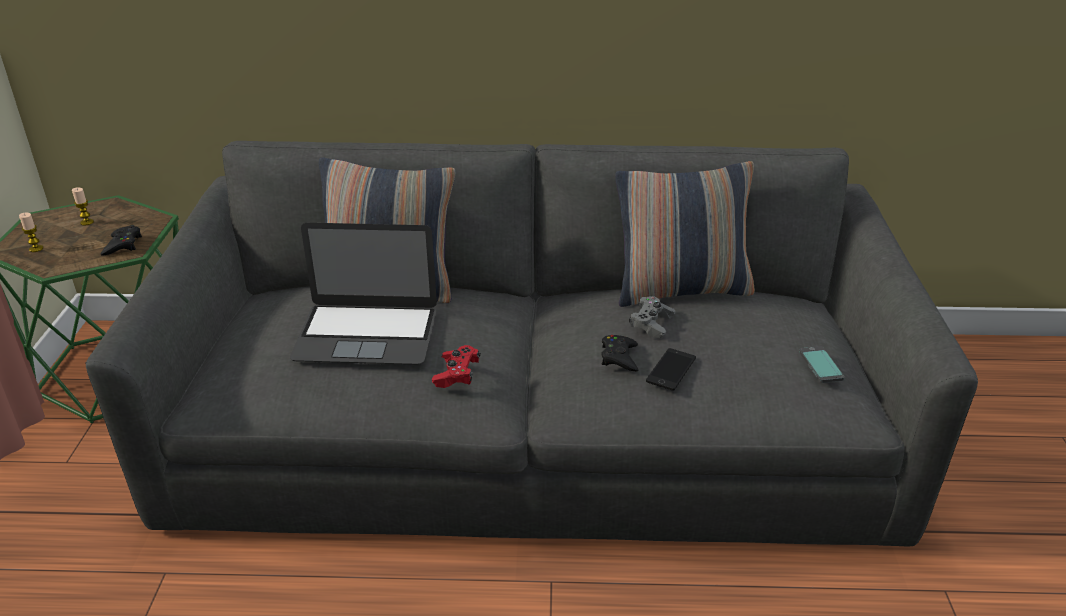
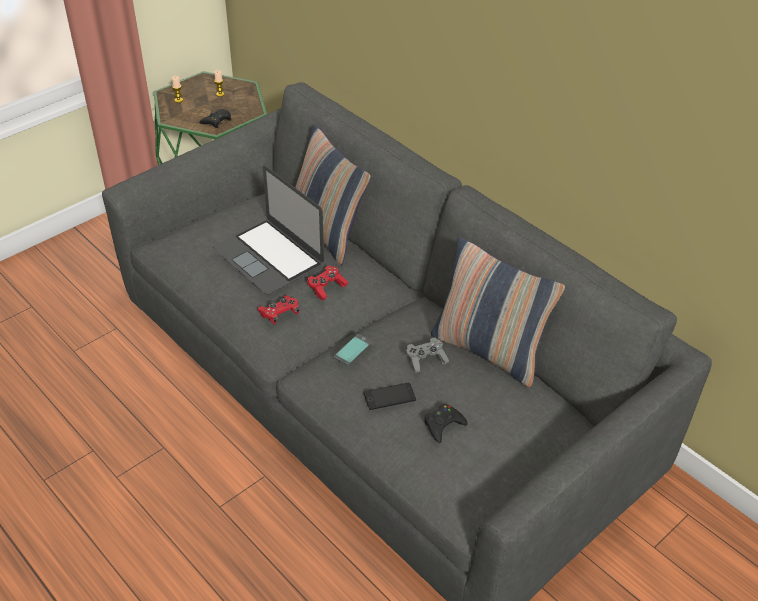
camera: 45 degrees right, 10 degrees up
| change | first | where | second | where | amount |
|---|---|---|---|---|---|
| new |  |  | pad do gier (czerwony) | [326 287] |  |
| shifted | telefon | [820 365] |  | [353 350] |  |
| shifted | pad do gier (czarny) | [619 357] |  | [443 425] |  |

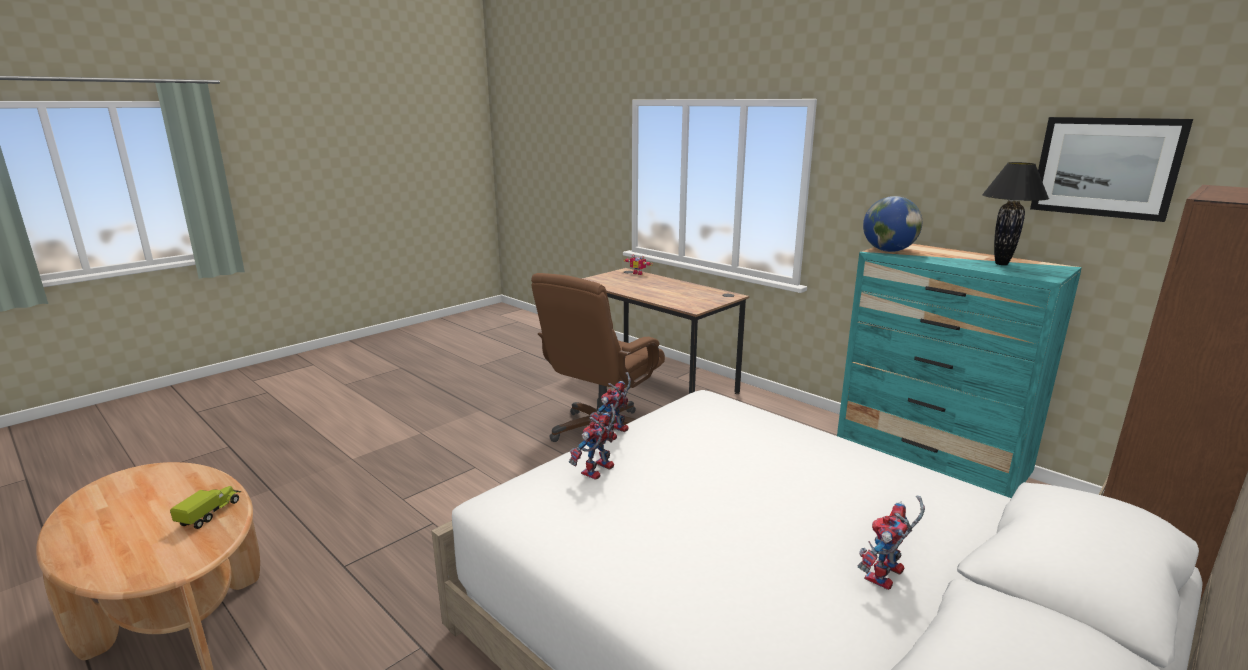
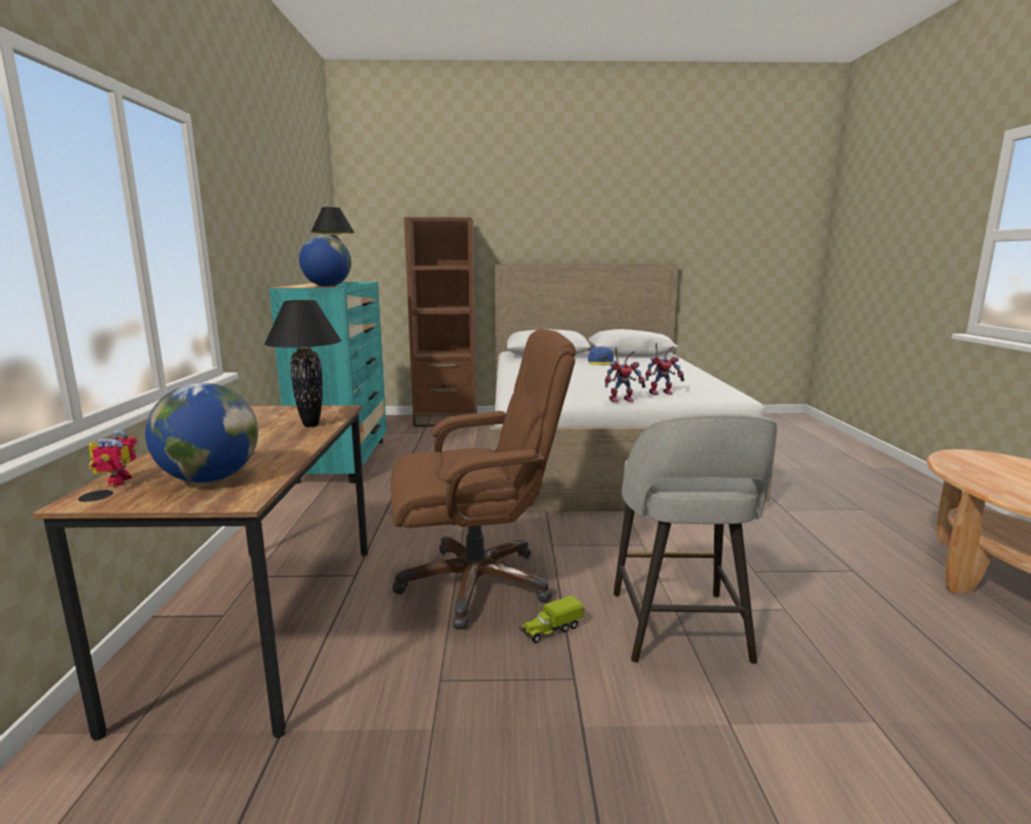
camera: 135 degrees left, 5 degrees down
| change | first | where | second | where | amount |
|---|---|---|---|---|---|
| new |  |  | globus | [210 479] |  |
| new |  |  | lampa stołowa (czarny) | [310 425] |  |
| shifted | ciężarówka zabawkowa | [211 514] |  | [551 630] |  |
| swapped | robot zabawkowy | [886 578] | czapka z daszkiem (niebieski) | [601 362] |  |
| new |  |  | stołek (szary) | [679 629] |  |
| gone | obraz | [1105 167] |  |  |  |

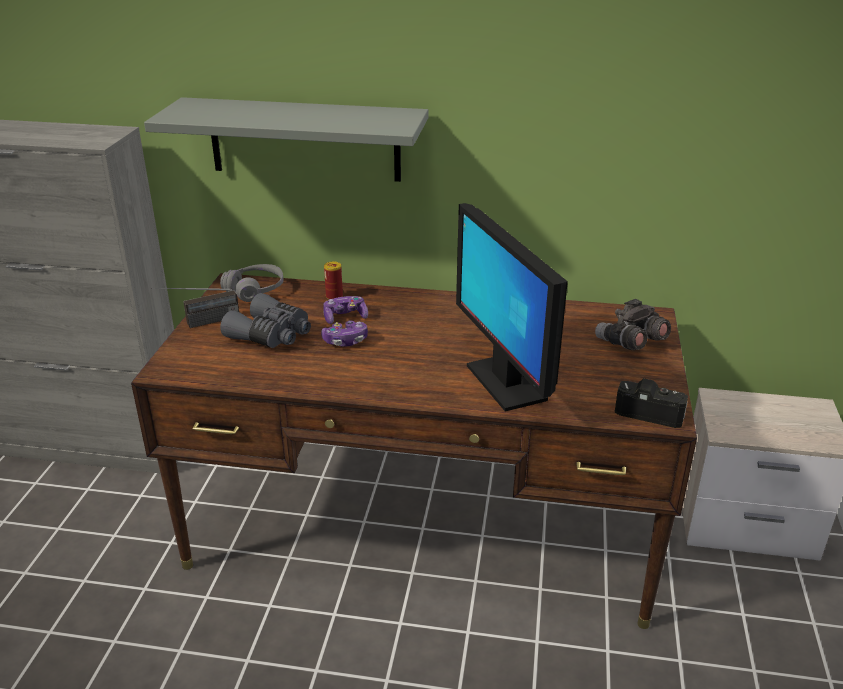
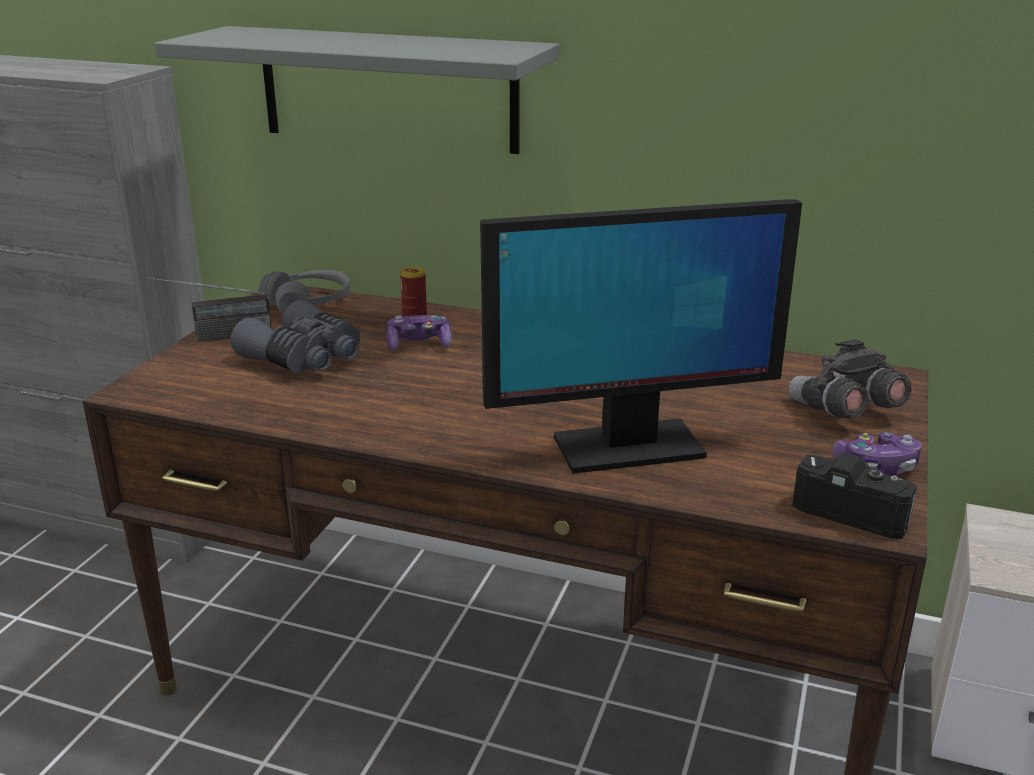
camera: 10 degrees right, 5 degrees down
| change | first | where | second | where | amount |
|---|---|---|---|---|---|
| rotated | monitor | [505 382] |  | [627 447] | 90 degrees counterclockwise |
| shifted | pad do gier | [345 341] |  | [876 467] |  |

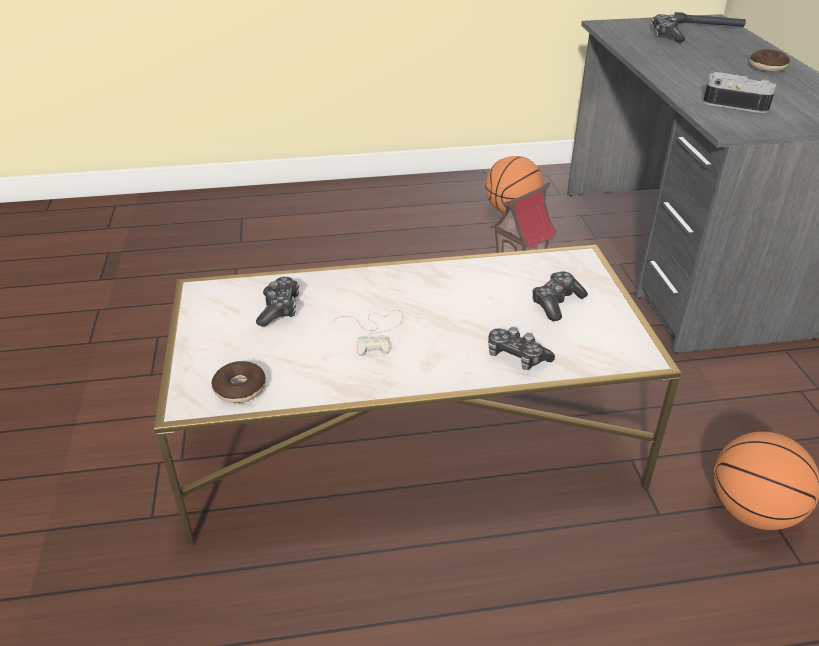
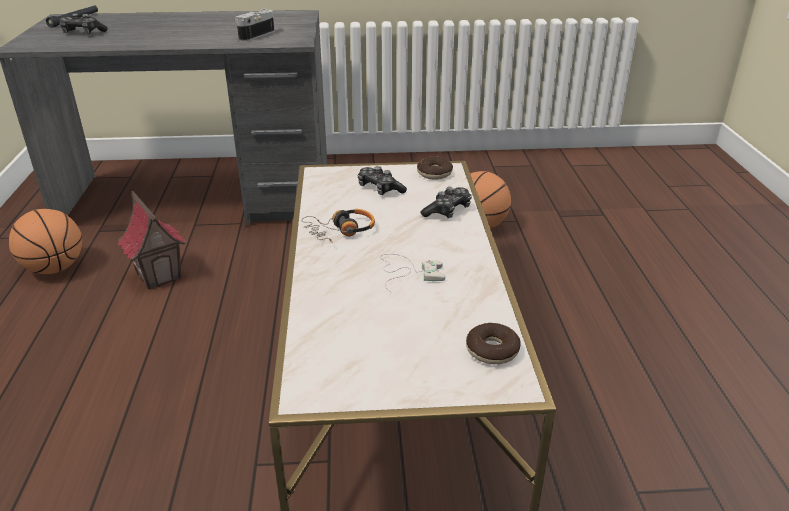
camera: 85 degrees left, 5 degrees down
| change | first | where | second | where | amount |
|---|---|---|---|---|---|
| new |  |  | słuchawki | [340 231] |  |
| shifted | donut | [767 67] |  | [434 173] |  |
| gone | pad do gier | [279 309] |  |  |  |

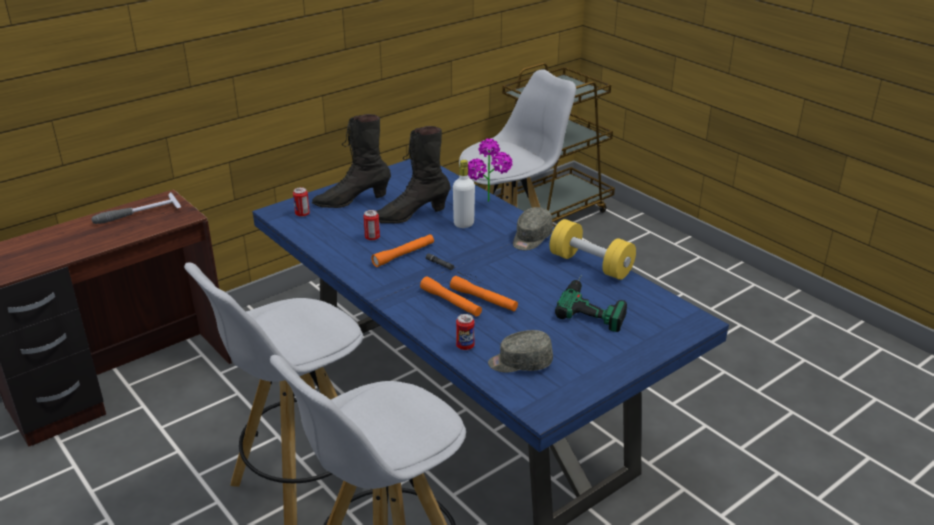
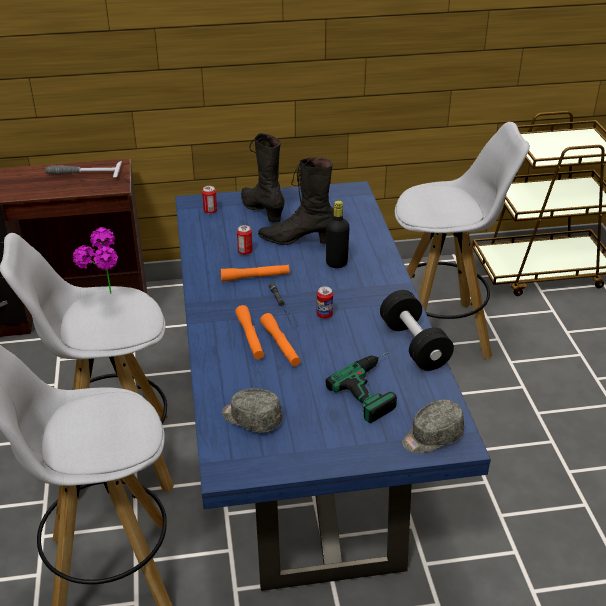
camera: 30 degrees right, 5 degrees up
| change | first | where | second | where | amount |
|---|---|---|---|---|---|
| shifted | roślina doniczkowa | [489 205] |  | [105 298] |  |
| rotated | but z cholewką (czarny) | [352 201] |  | [262 210] | 45 degrees clockwise |
| shifted | puszka | [465 346] |  | [324 315] |  |
| repainted | butelka (biały) | [463 224] | butelka (czarny) | [336 263] |  |
| repainted | hantel (żółty) | [591 265] | hantel (czarny) | [414 345] |  |
| shifted | czapka z daszkiem (szary) | [531 238] |  | [431 437] |  |

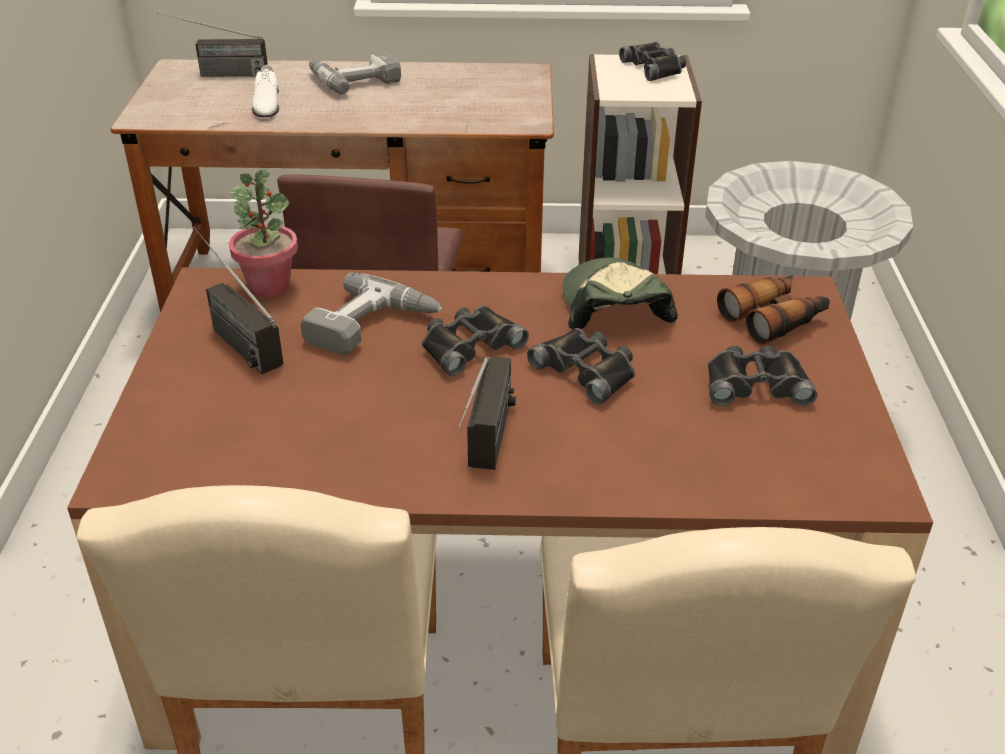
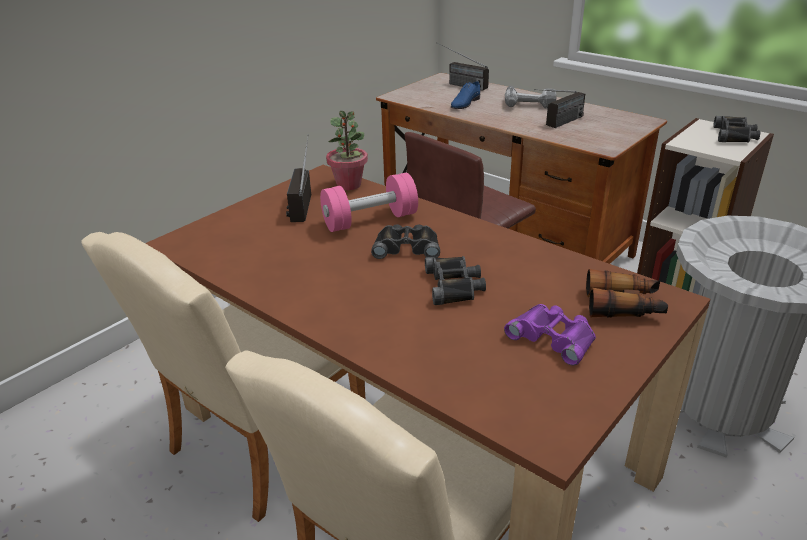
camera: 40 degrees right, 5 degrees down
| change | first | where | second | where | amount |
|---|---|---|---|---|---|
| swapped | wiertarka | [372 327] | hantel (różowy) | [370 220] |  |
| repainted | but (biały) | [266 103] | but (niebieski) | [465 103] |  |
| repainted | lornetka (czarny) | [755 384] | lornetka (fioletowy) | [553 337] |  |
| shifted | radio | [488 452] |  | [558 124] |  |
| gone | czapka z daszkiem | [613 306] |  |  |  |

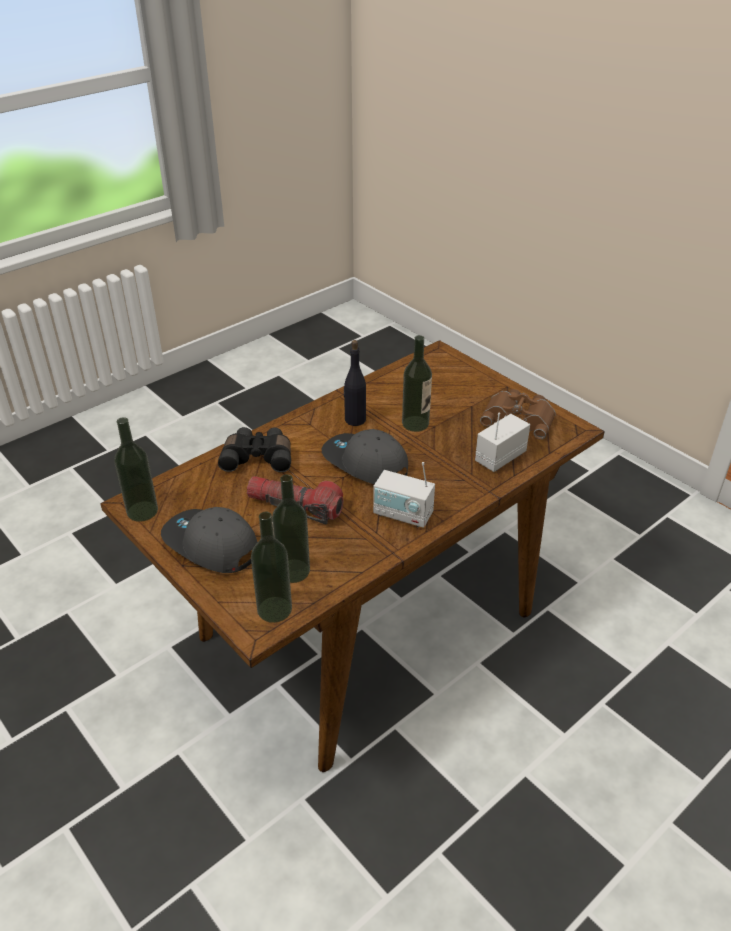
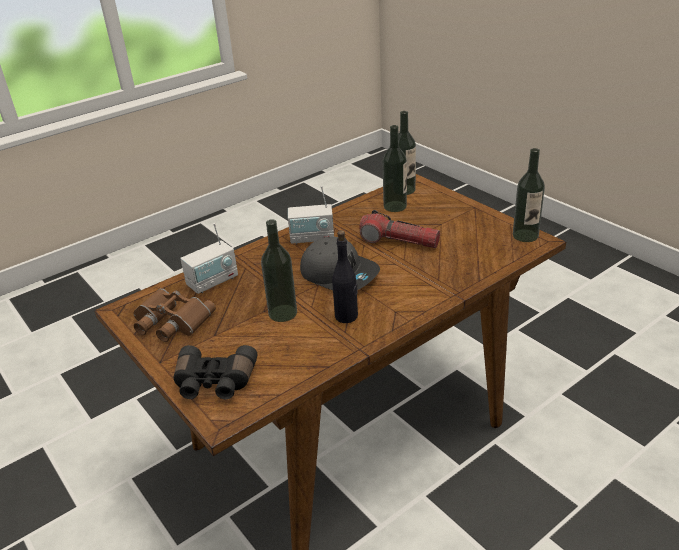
camera: 175 degrees left, 5 degrees down
| change | first | where | second | where | amount |
|---|---|---|---|---|---|
| shifted | lornetka (czarny) | [258 457] |  | [214 383] |  |
| rotated | radio | [403 514] |  | [312 238] | 150 degrees clockwise |
| gone | czapka z daszkiem (szary) | [210 545] |  |  |  |

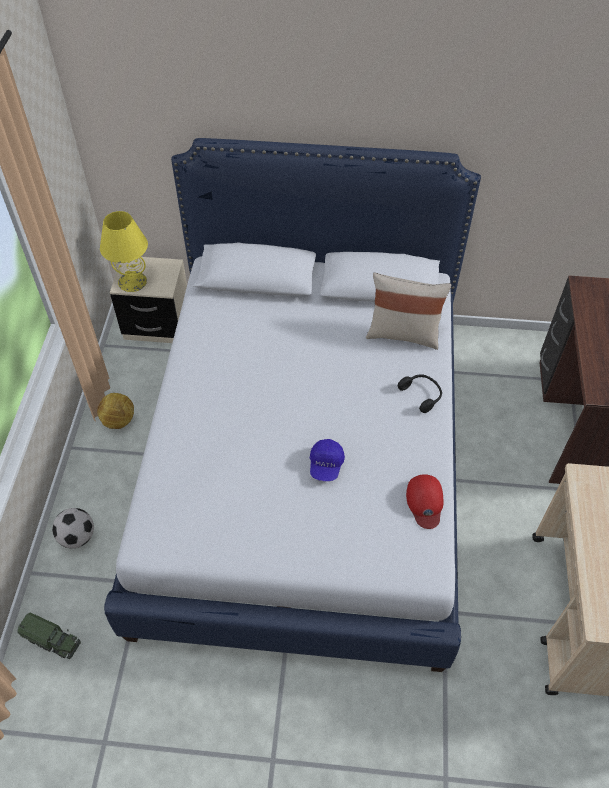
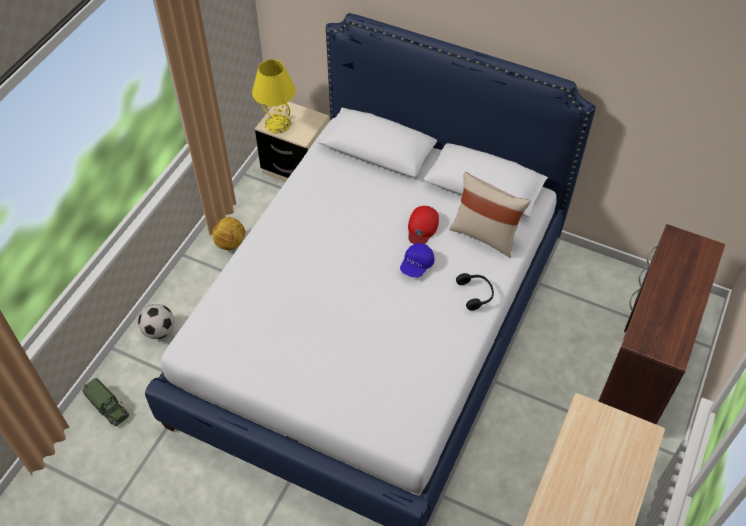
camera: 20 degrees right, 0 degrees up
| change | first | where | second | where | amount |
|---|---|---|---|---|---|
| shifted | czapka z daszkiem (niebieski) | [326 465] |  | [416 265] |  |
| shifted | czapka z daszkiem (czerwony) | [425 502] |  | [422 227] |  |

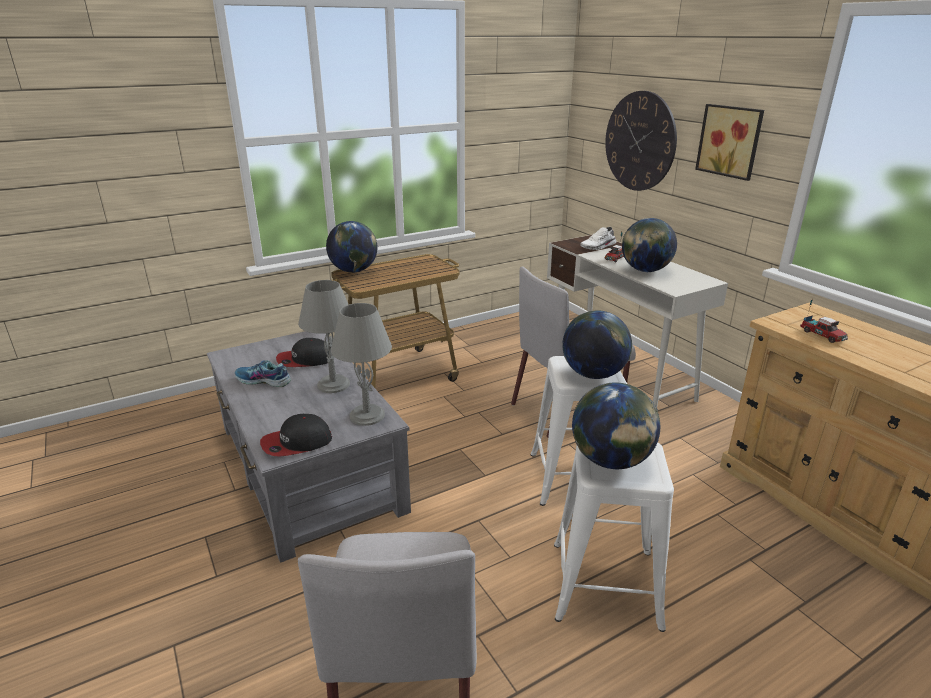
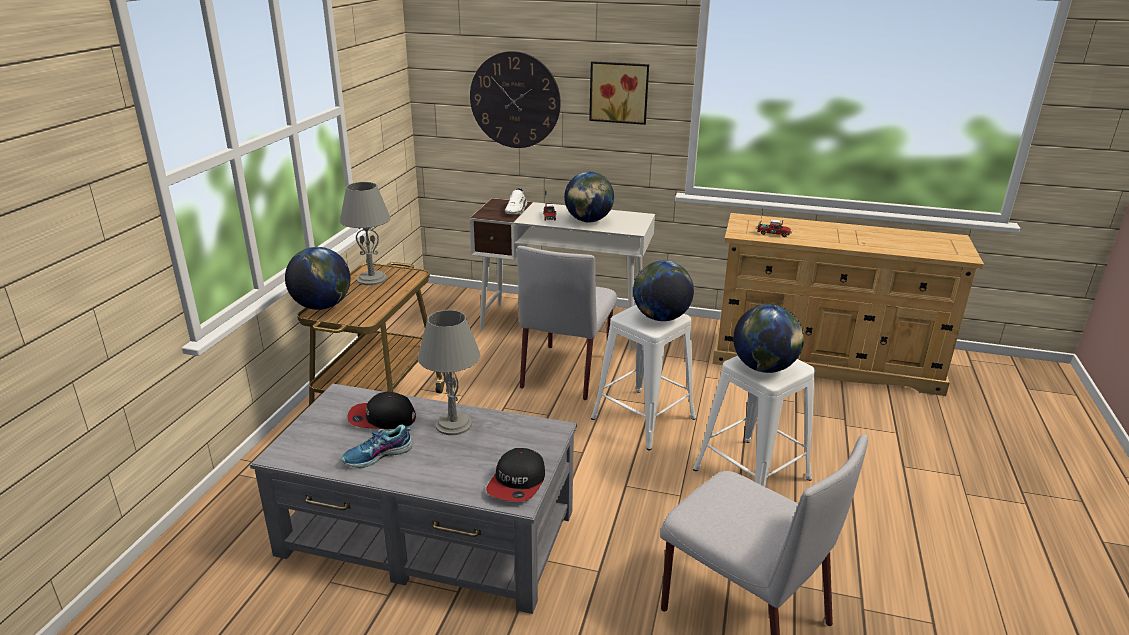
camera: 45 degrees left, 0 degrees up
| change | first | where | second | where | amount |
|---|---|---|---|---|---|
| shifted | lampa stołowa (szary) | [366 415] |  | [371 279] |  |
| rotated | czapka z daszkiem | [305 360] |  | [382 418] | 60 degrees clockwise |

